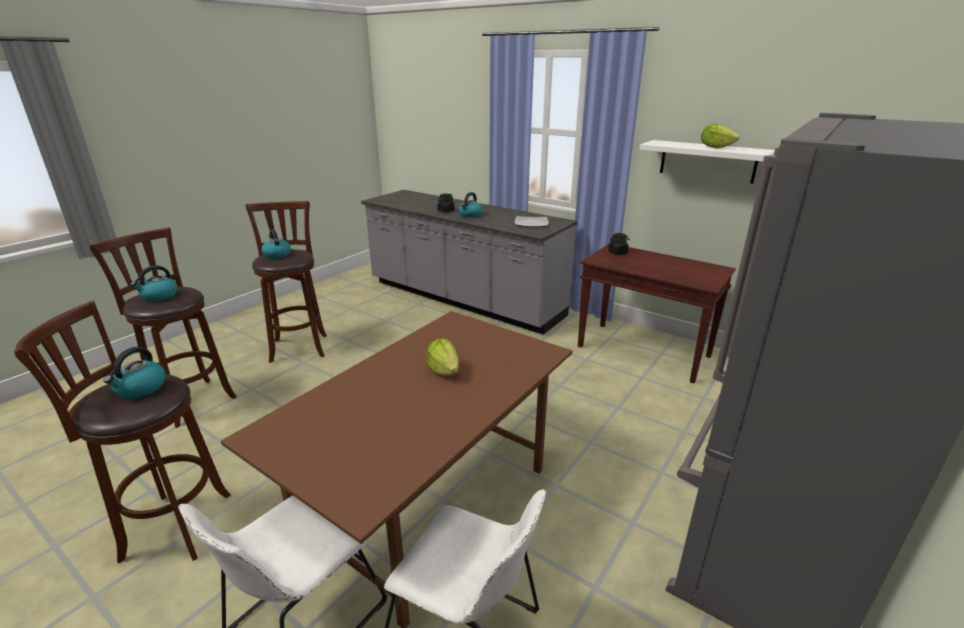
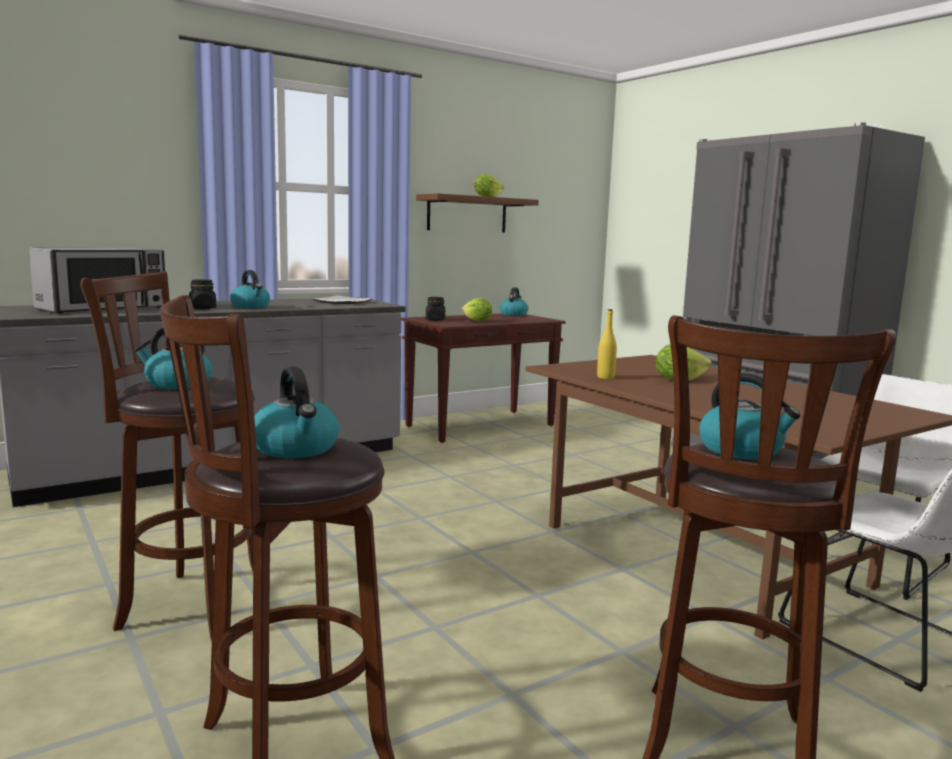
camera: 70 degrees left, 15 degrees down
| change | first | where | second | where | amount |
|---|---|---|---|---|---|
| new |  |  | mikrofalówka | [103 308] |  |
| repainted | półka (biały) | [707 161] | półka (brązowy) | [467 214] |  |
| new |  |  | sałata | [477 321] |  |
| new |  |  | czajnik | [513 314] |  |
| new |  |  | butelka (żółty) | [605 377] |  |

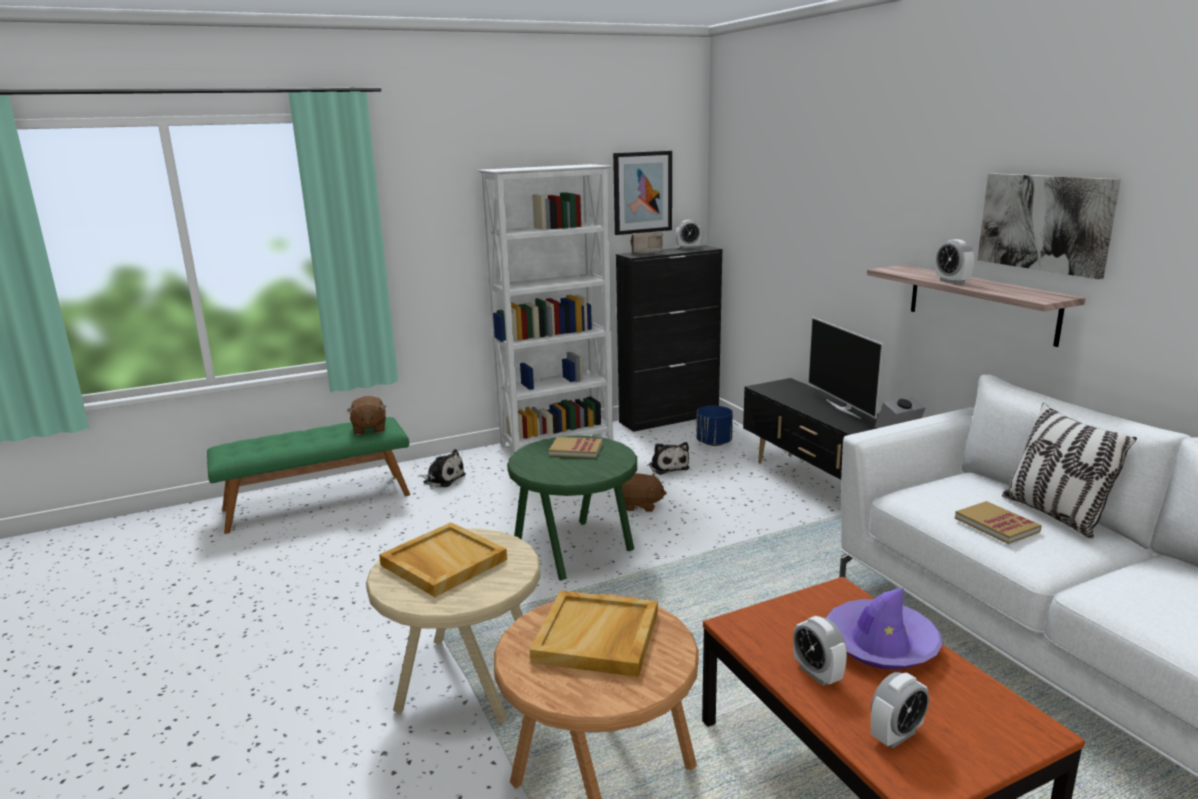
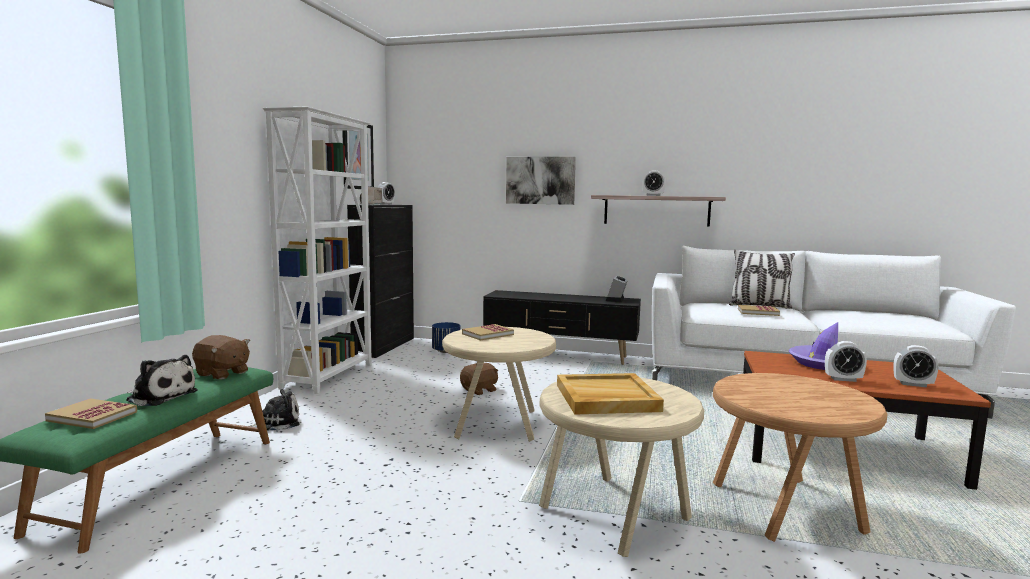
camera: 50 degrees left, 10 degrees down
| change | first | where | second | where | amount |
|---|---|---|---|---|---|
| new |  |  | książka | [92 416] |  |
| shifted | pluszak | [668 466] |  | [160 396] |  |
| repainted | stolik (zielony) | [576 549] | stolik (beżowy) | [498 423] |  |
| shifted | obraz | [1045 222] |  | [540 180] |  |
| rotated | budzik | [896 735] |  | [913 384] | 105 degrees clockwise |
| gone | taca (beżowy) | [597 637] |  |  |  |
| gone | telewizor | [843 409] |  |  |  |

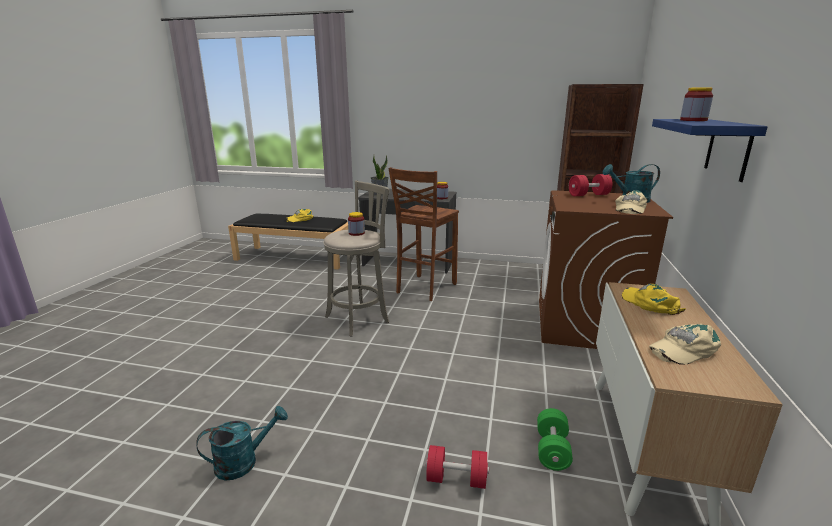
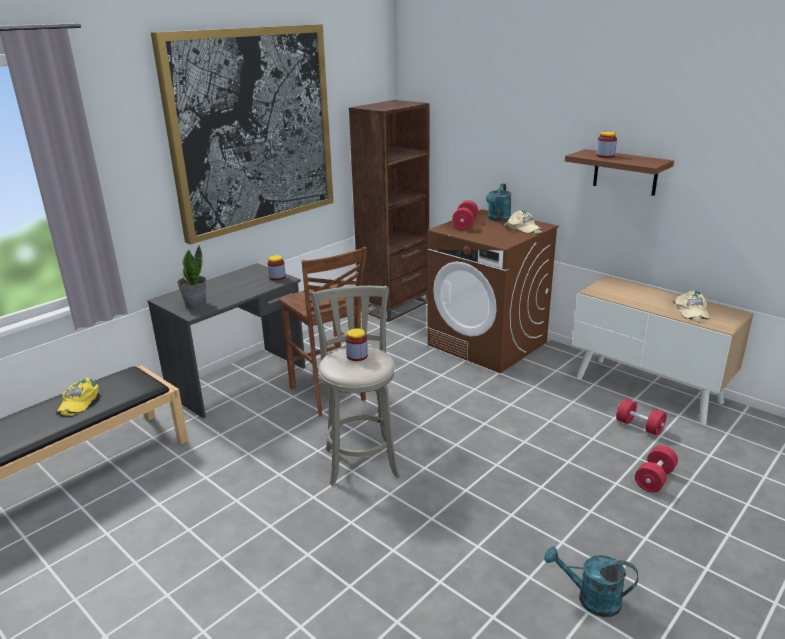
camera: 60 degrees left, 5 degrees up
| change | first | where | second | where | amount |
|---|---|---|---|---|---|
| new |  |  | obraz | [252 129] |  |
| rotated | konewka (turkusowy) | [244 462] |  | [590 599] | 75 degrees counterclockwise |
| repainted | półka (niebieski) | [728 148] | półka (brązowy) | [625 172] |  |
| repainted | hantel (zielony) | [552 450] | hantel (czerwony) | [639 426] |  |
| gone | czapka z daszkiem (żółty) | [650 303] |  |  |  |

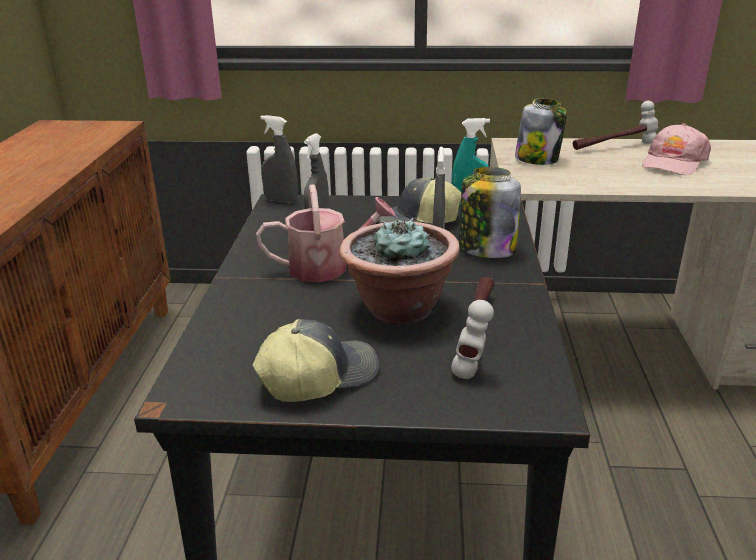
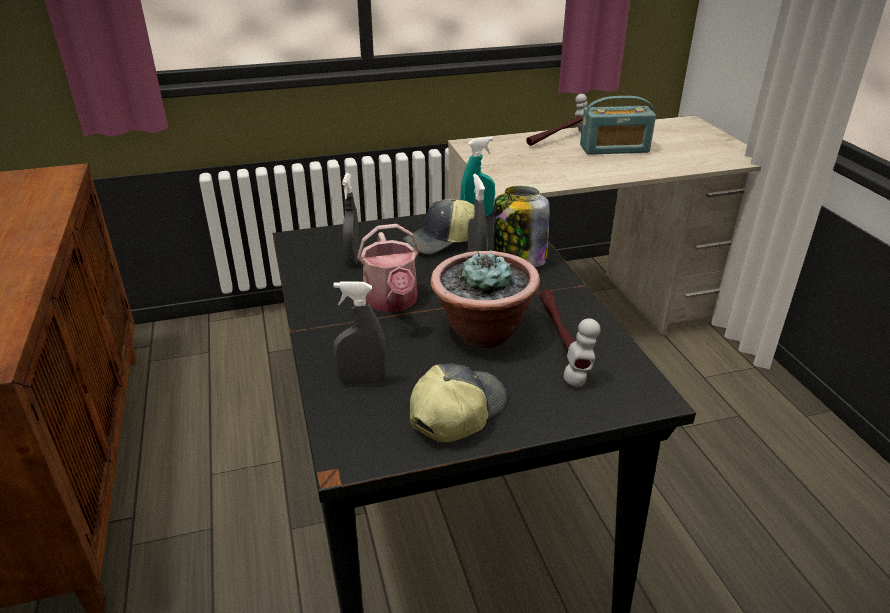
camera: 20 degrees left, 5 degrees up
| change | first | where | second | where | amount |
|---|---|---|---|---|---|
| shifted | spryskiwacz (szary) | [281 200] |  | [362 381] |  |
| rotated | konewka | [327 267] |  | [392 302] | 105 degrees clockwise |
| swapped | czapka z daszkiem (różowy) | [673 162] | radio | [614 149] |  |
| gone | słoik | [537 159] |  |  |  |

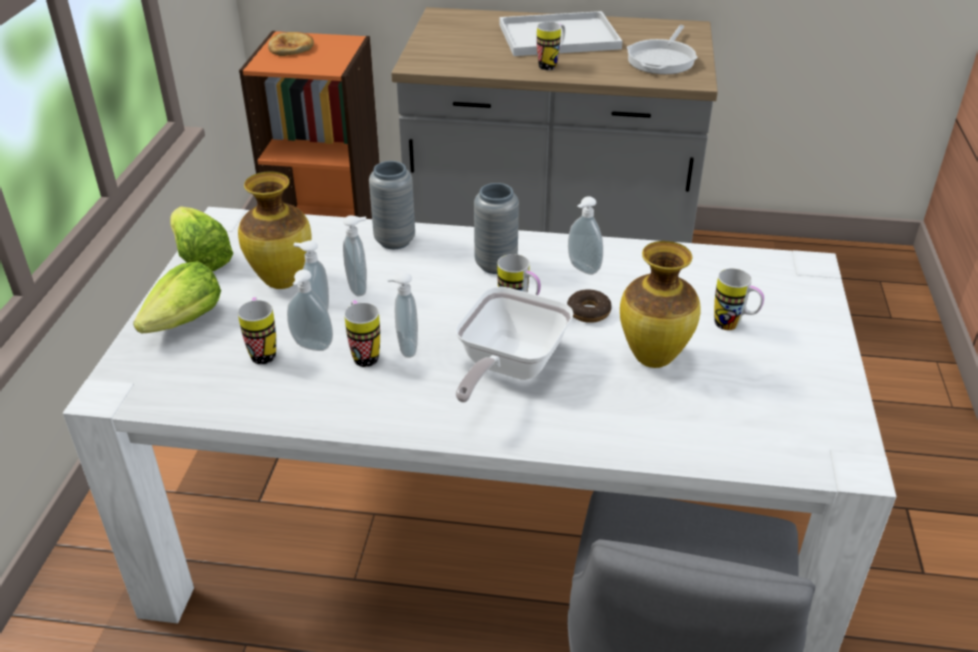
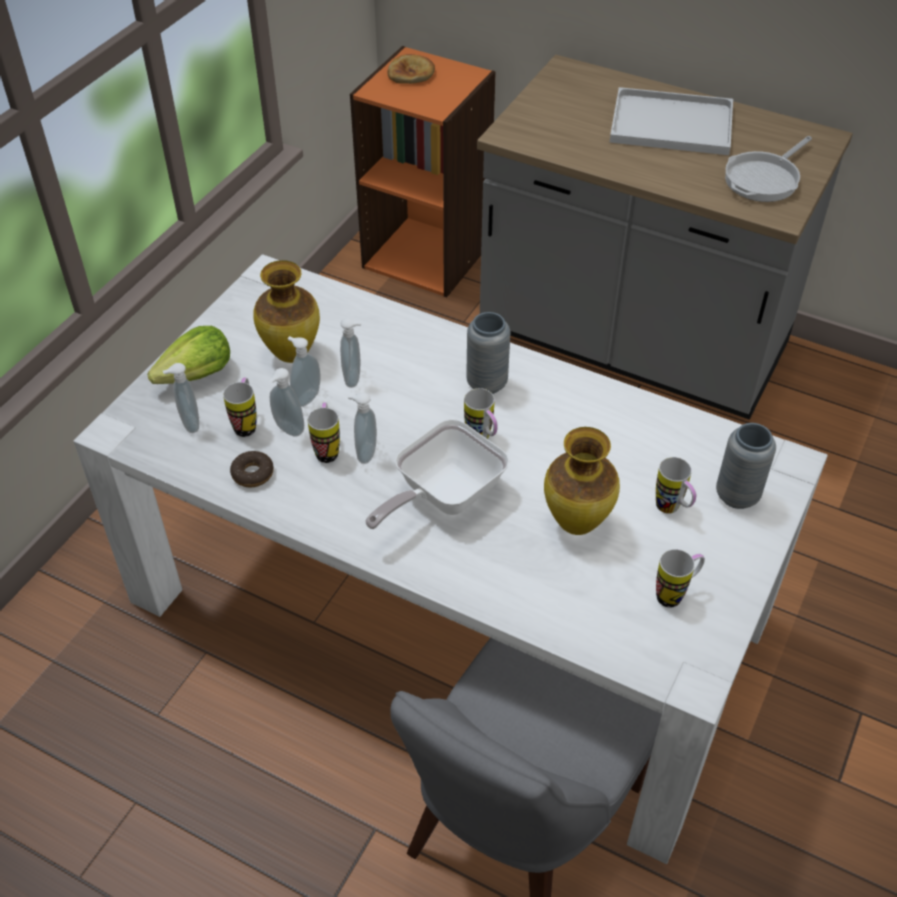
camera: 20 degrees right, 10 degrees up
| change | first | where | second | where | amount |
|---|---|---|---|---|---|
| shifted | dozownik mydła | [582 269] |  | [188 424] |  |
| shifted | donut | [588 312] |  | [252 474] |  |
| shifted | kubek | [551 65] |  | [675 594] |  |
| shifted | wazon (szary) | [394 241] |  | [737 496] |  |
| gone | sałata | [201 258] |  |  |  |

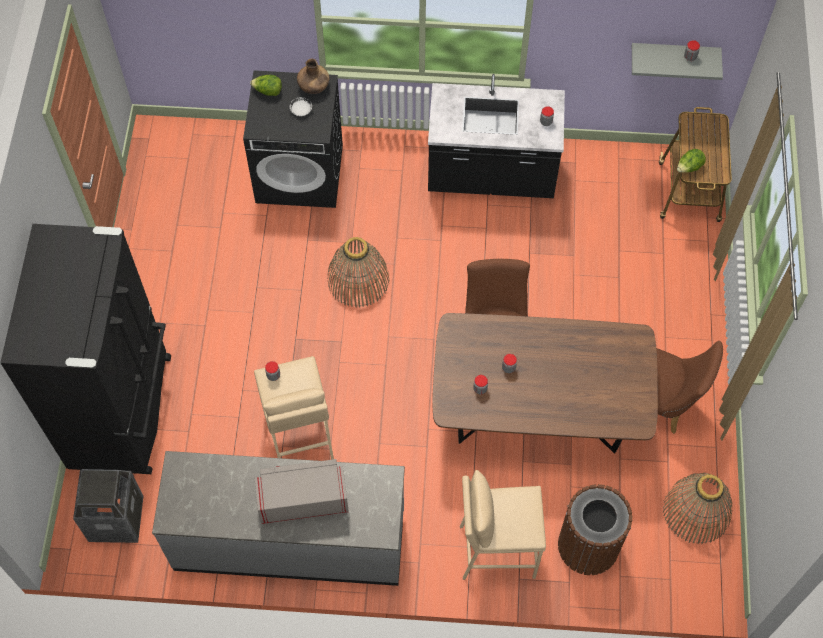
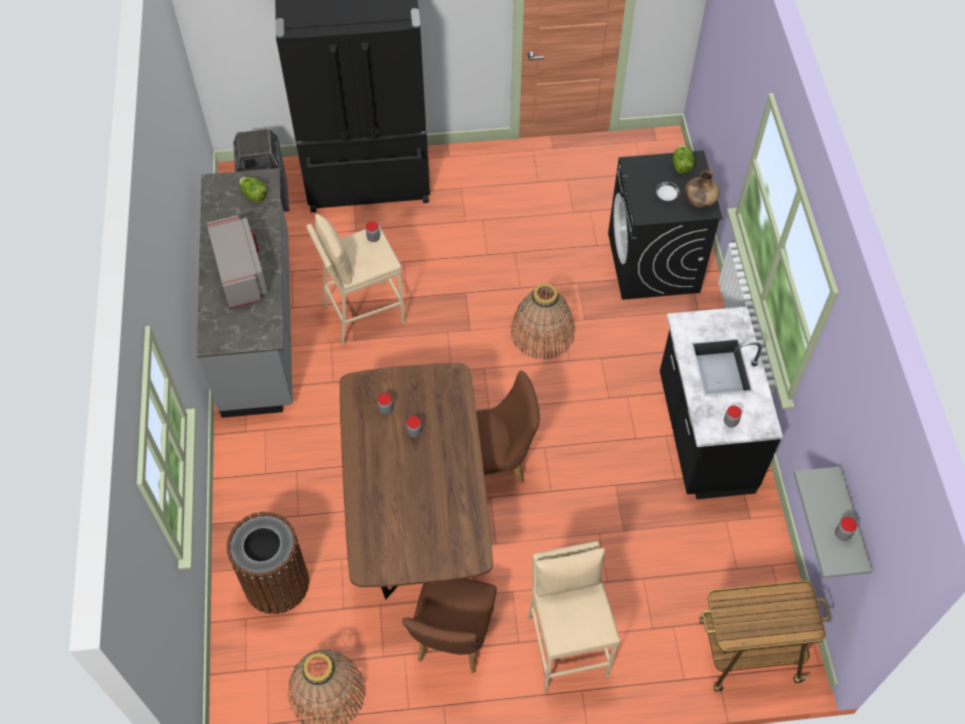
camera: 80 degrees right, 5 degrees down
| change | first | where | second | where | amount |
|---|---|---|---|---|---|
| shifted | sałata | [689 168] |  | [254 195] |  |
| shifted | stołek (beżowy) | [496 550] |  | [567 646] |  |

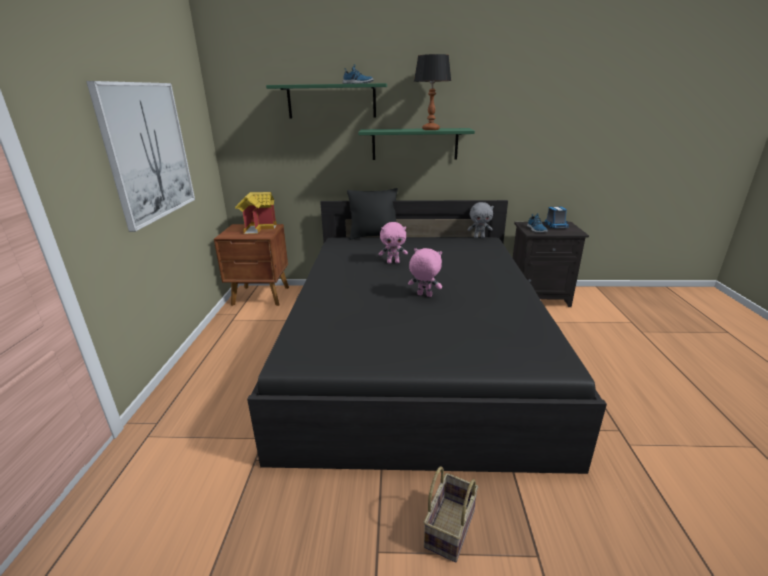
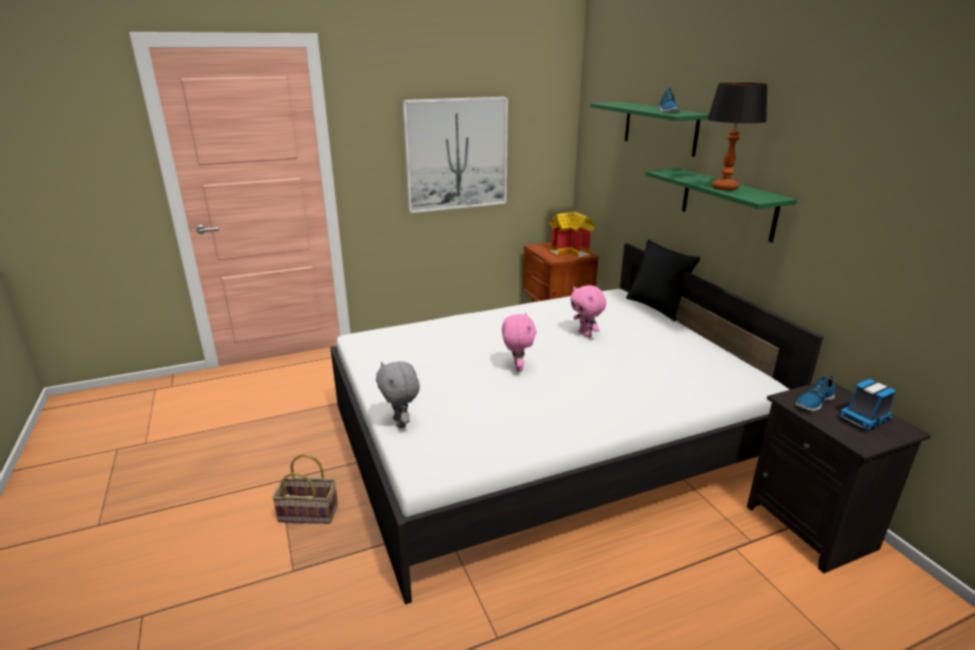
camera: 65 degrees right, 0 degrees up
| change | first | where | second | where | amount |
|---|---|---|---|---|---|
| repainted | łóżko (czarny) | [414 350] | łóżko (biały) | [542 437] |  |
| shifted | pluszak (szary) | [479 237] |  | [401 423] |  |

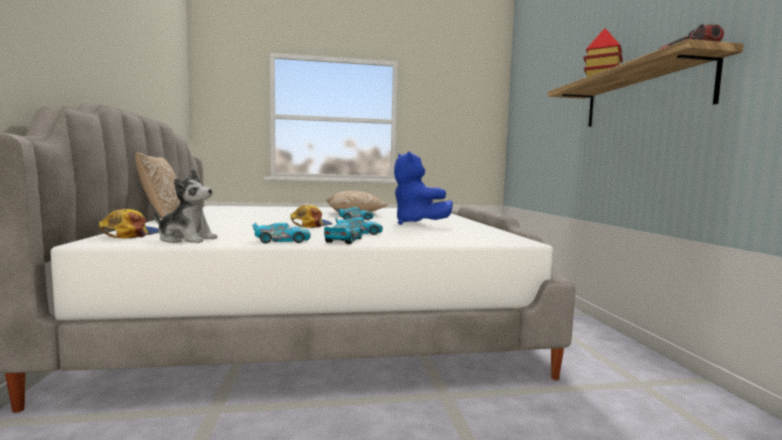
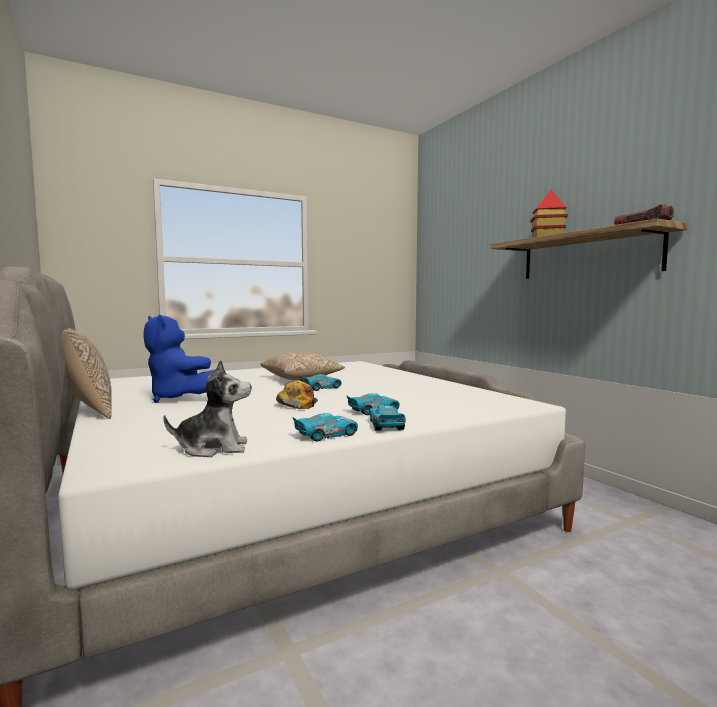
camera: 20 degrees left, 0 degrees up
| change | first | where | second | where | amount |
|---|---|---|---|---|---|
| shifted | pluszak (niebieski) | [416 223] |  | [178 398] |  |
| gone | czapka z daszkiem | [131 234] |  |  |  |

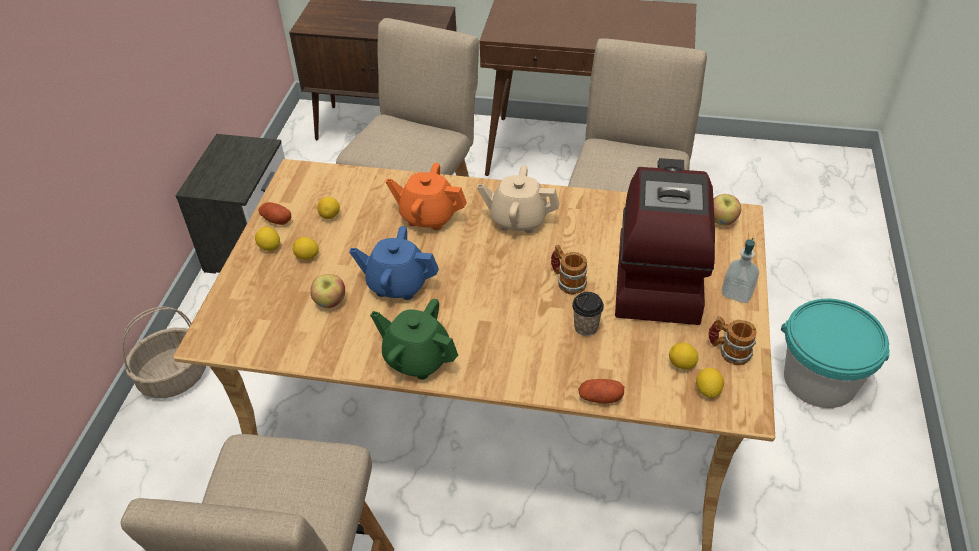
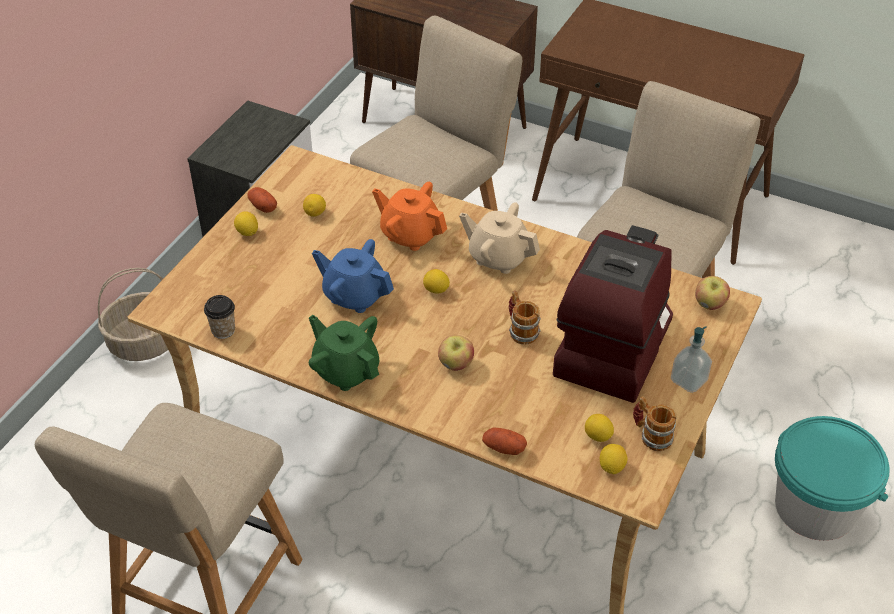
camera: 15 degrees right, 0 degrees up
| change | first | where | second | where | amount |
|---|---|---|---|---|---|
| shifted | filiżanka | [586 327] |  | [223 330] |  |
| shifted | cytryna | [307 257] |  | [436 290] |  |
| shifted | jabłko | [330 302] |  | [456 364] |  |

